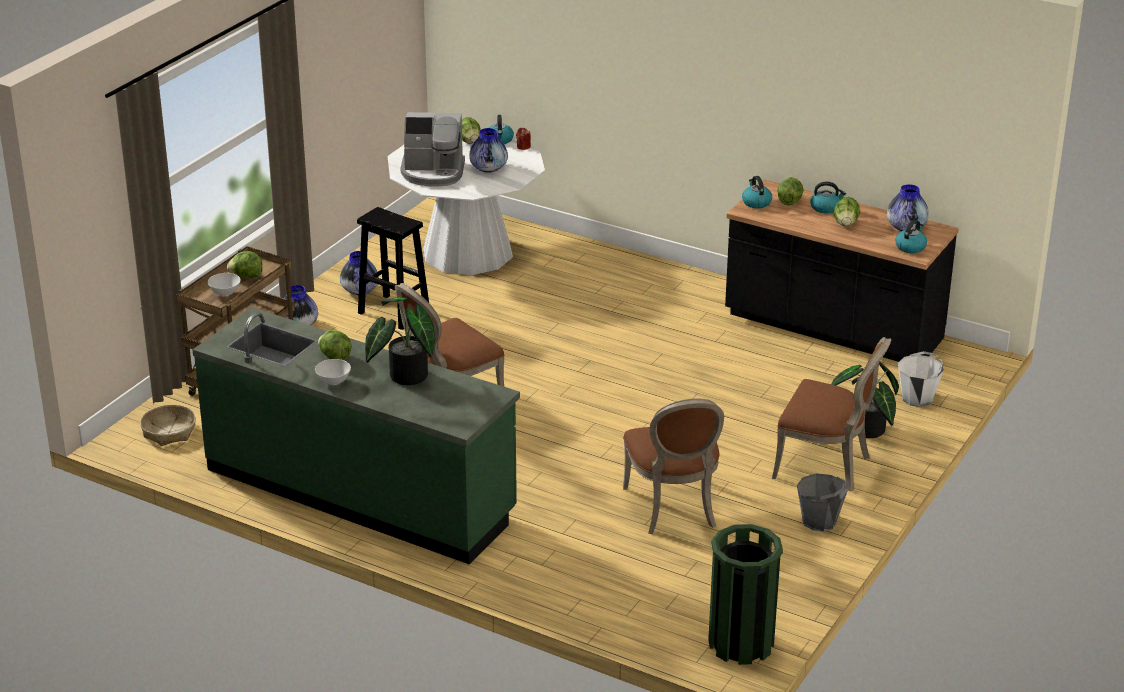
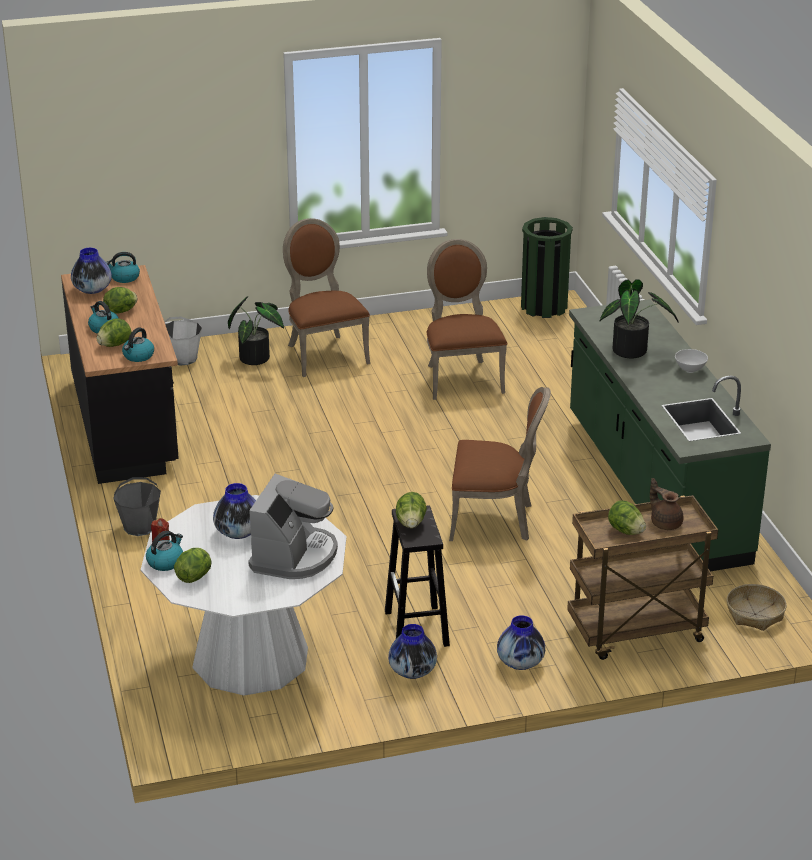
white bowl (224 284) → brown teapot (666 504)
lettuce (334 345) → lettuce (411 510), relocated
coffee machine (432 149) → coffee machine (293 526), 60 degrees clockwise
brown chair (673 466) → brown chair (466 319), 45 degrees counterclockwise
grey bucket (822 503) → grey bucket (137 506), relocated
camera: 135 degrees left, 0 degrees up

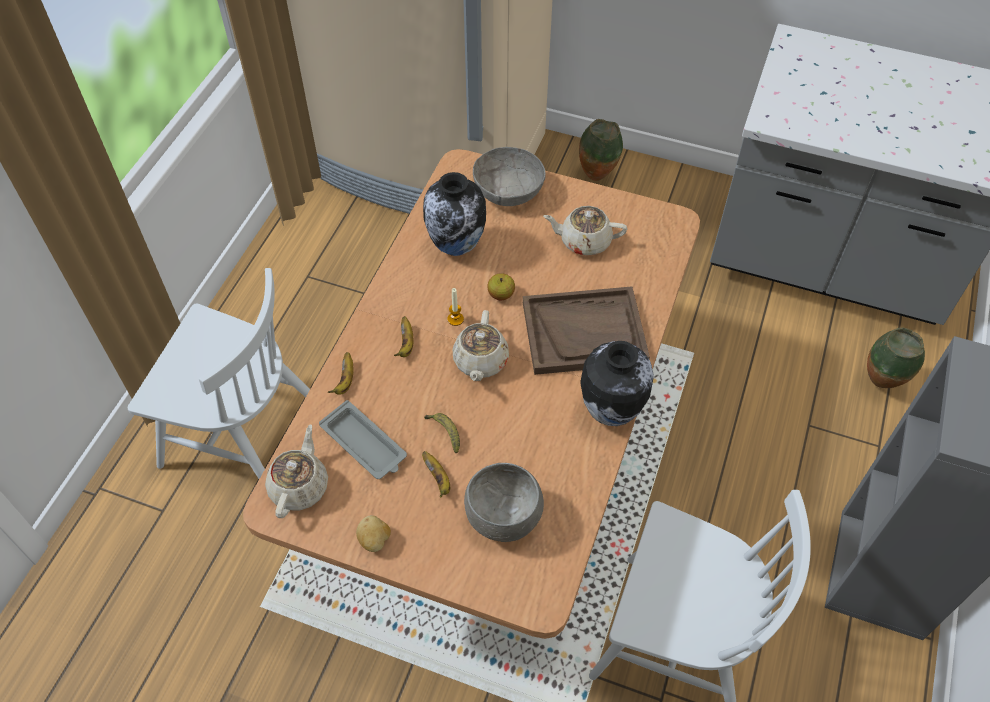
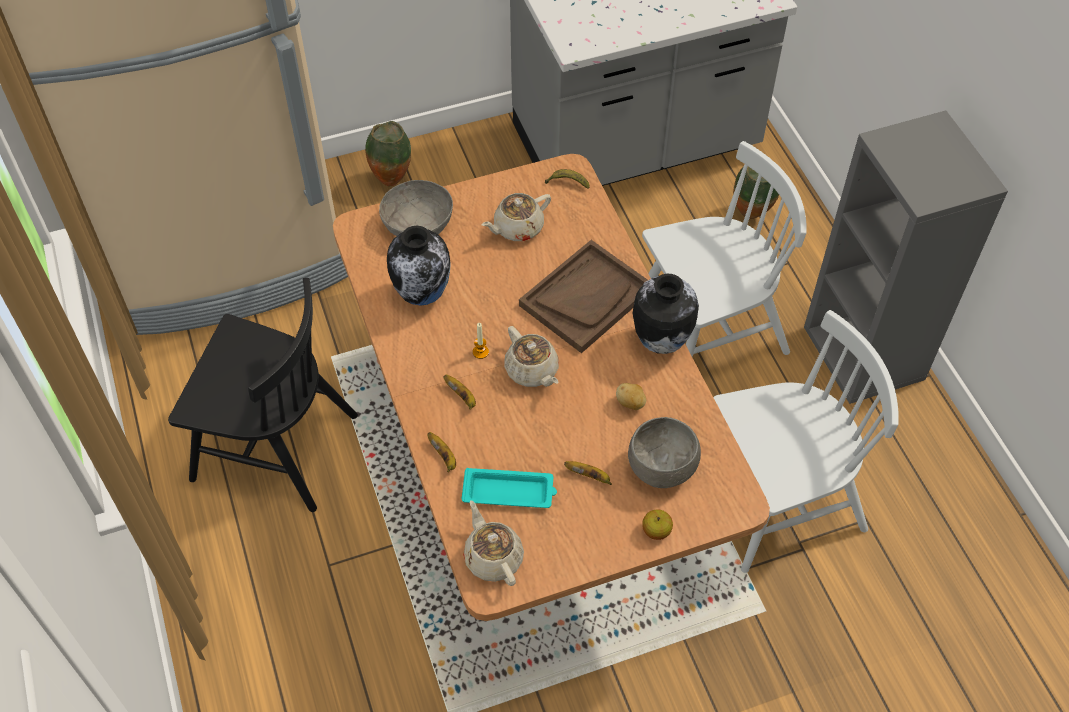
white chair (219 373) → white chair (724 249), relocated
grey tray (363 439) → turquoise tray (509 488)
potato (373 533) → potato (631 396), relocated
banana (442 433) → banana (567 179), relocated
apple (501 286) → apple (657 524), relocated
- → black chair (263 395)
camera: 40 degrees left, 0 degrees up

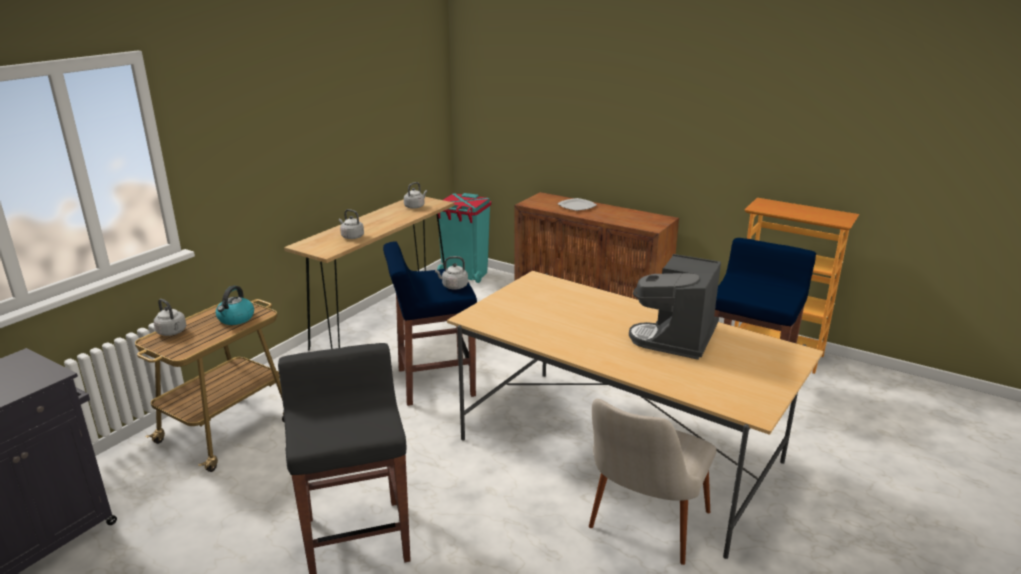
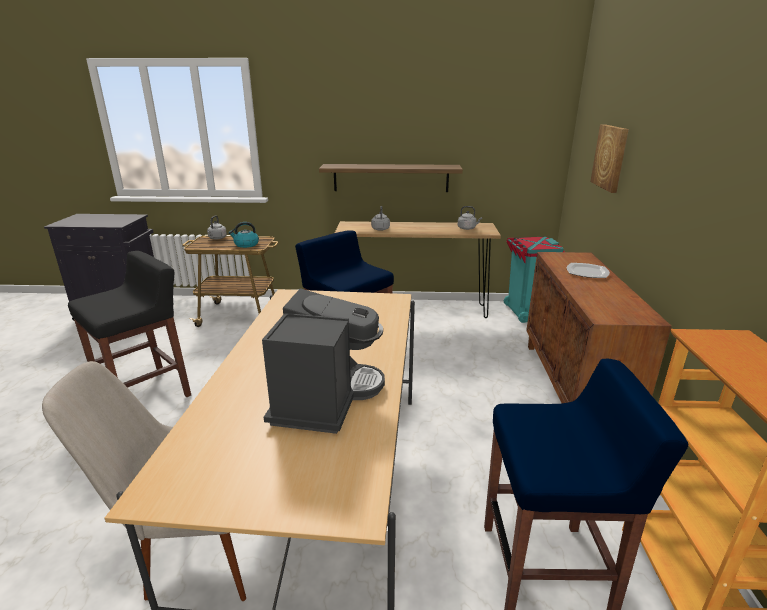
grey kettle (451 273) → -
coffee machine (675 307) → coffee machine (323 361), 105 degrees clockwise
- → shelf (391 178)
- → picture (609 158)
camera: 60 degrees right, 0 degrees up

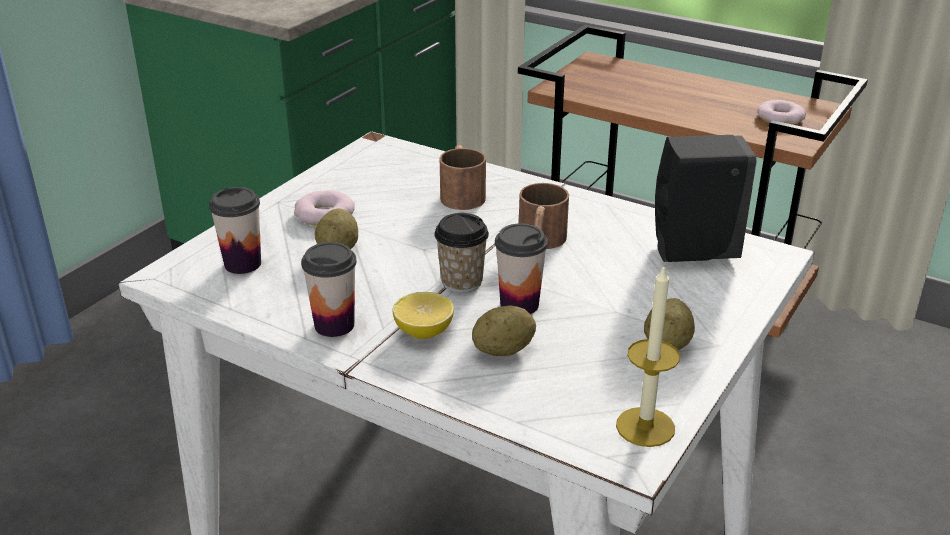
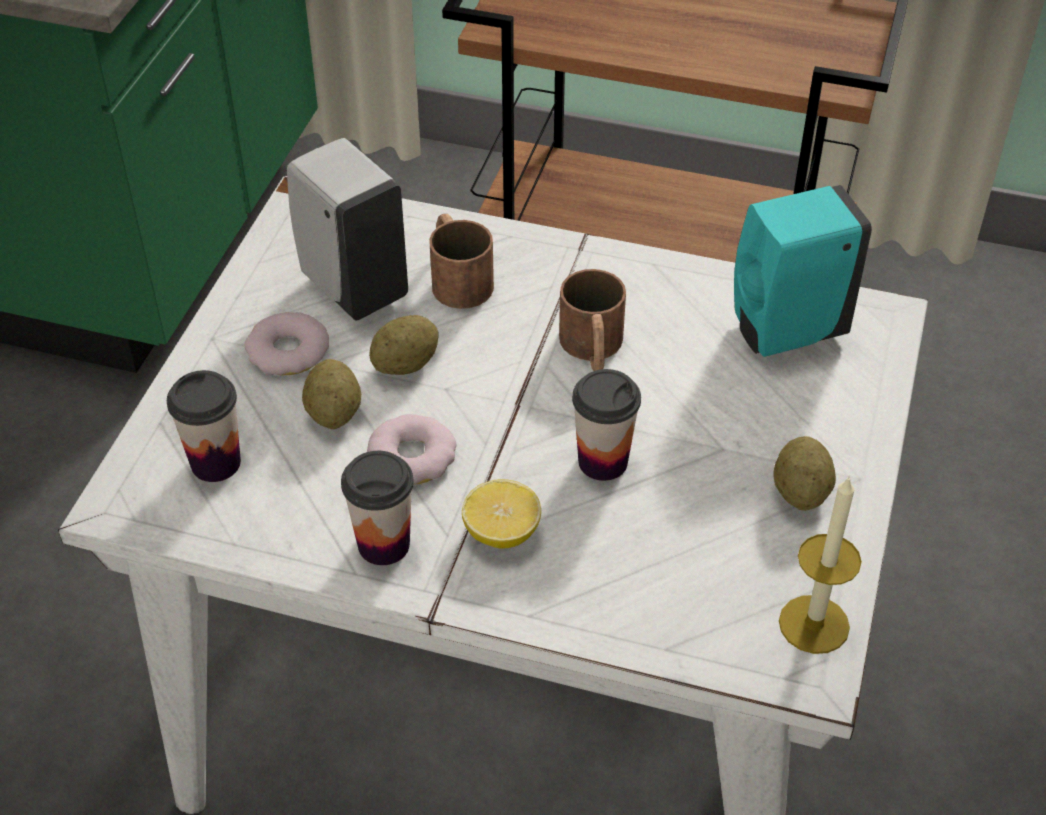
cup (461 253) → -
potato (504 331) → potato (403 345), relocated
black soap dispenser (706 198) → turquoise soap dispenser (803 271)
donut (781 112) → donut (411 449), relocated
- → white soap dispenser (347 229)
camera: 15 degrees left, 15 degrees up

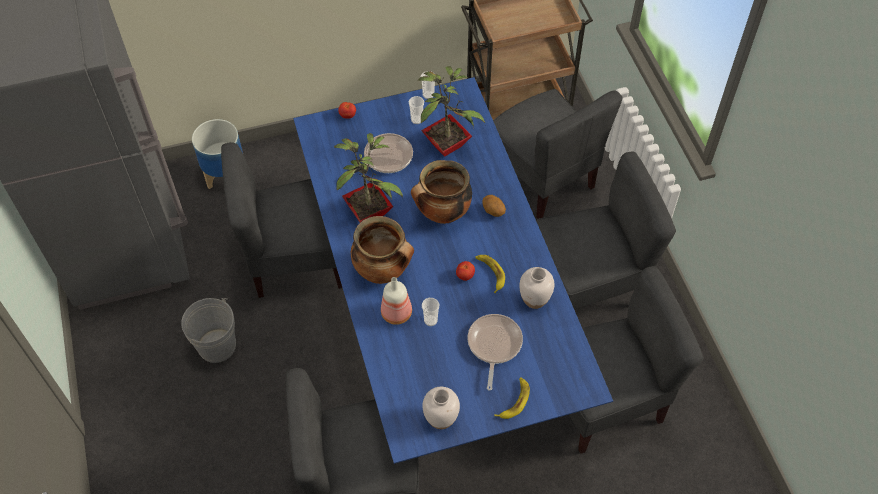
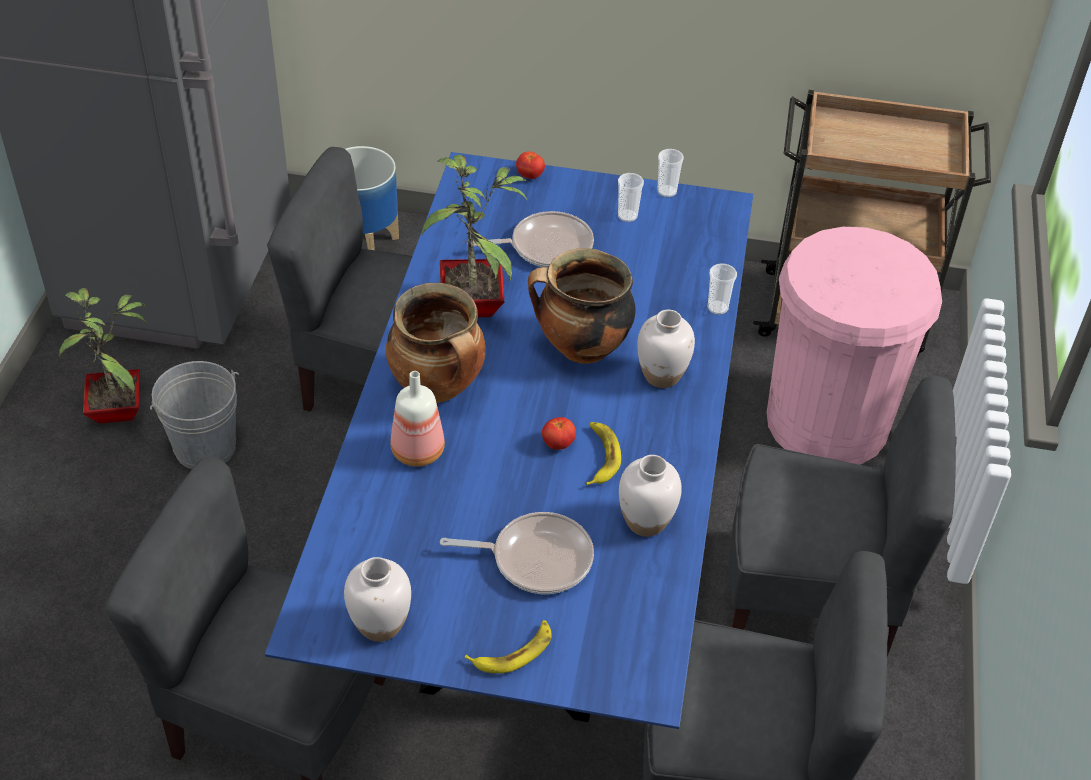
potted plant (451 111) → potted plant (103 356), relocated
cup (430 312) → cup (722 289), relocated
frying pan (495 352) → frying pan (517 553), 60 degrees clockwise
potato (494 206) → white vase (666 349)
grey chair (558 154) → pink trash can (854 346)
camera: 25 degrees right, 10 degrees down

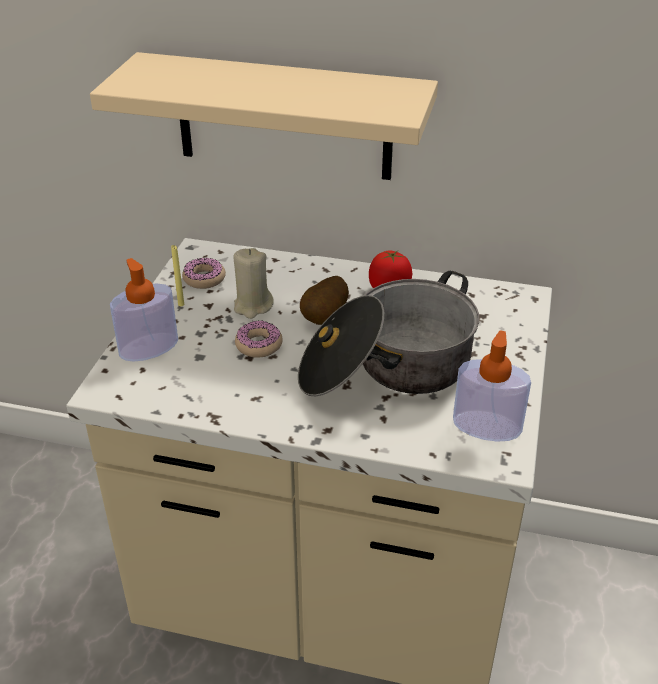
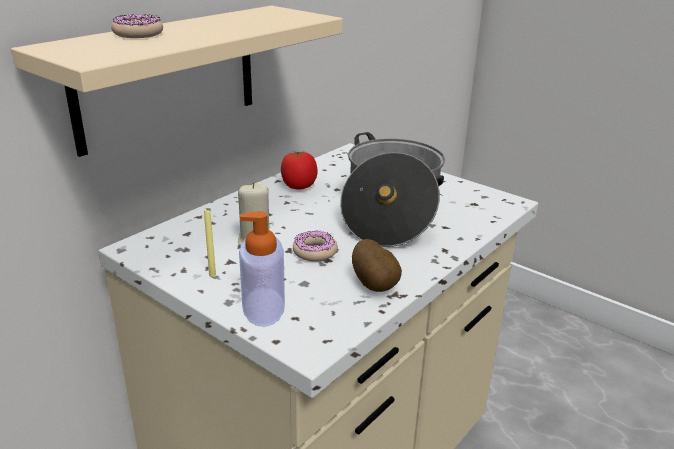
donut (204 273) → donut (137 26), relocated
potato (324 300) → potato (377 265), relocated
soap dispenser (492 386) → -
camera: 65 degrees left, 10 degrees down

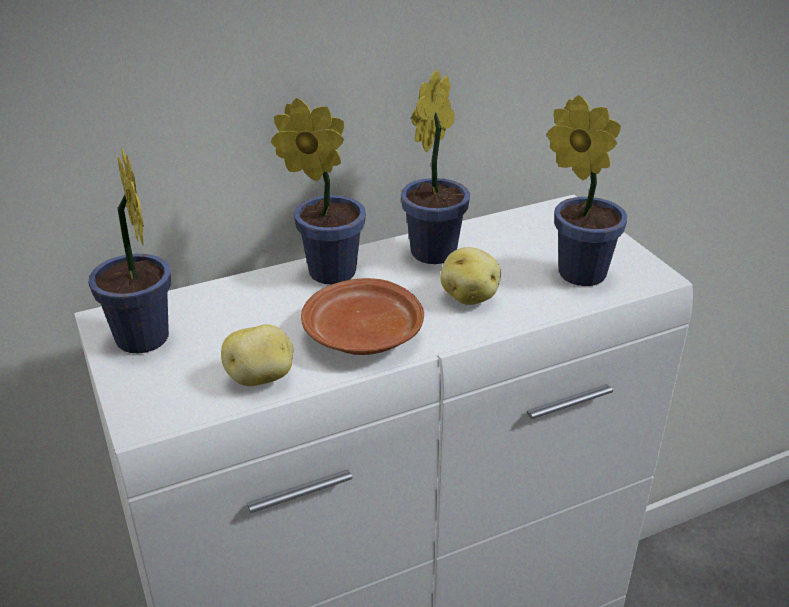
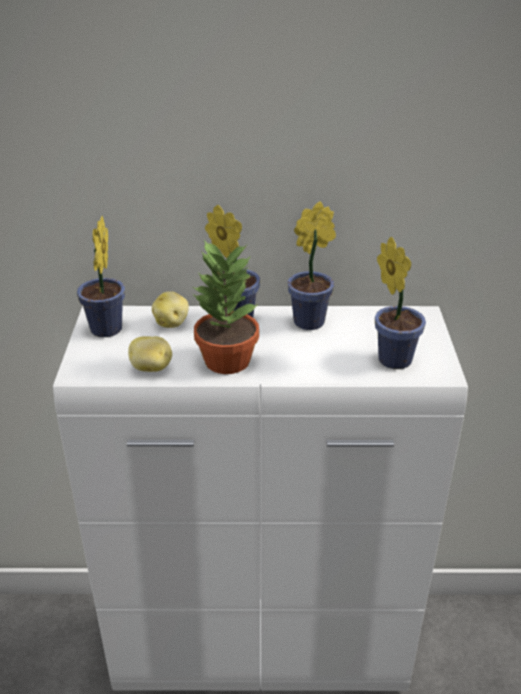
brown plate (362 316) → potted plant (226 307)
potato (470 276) → potato (170 309), relocated
camera: 25 degrees right, 0 degrees up

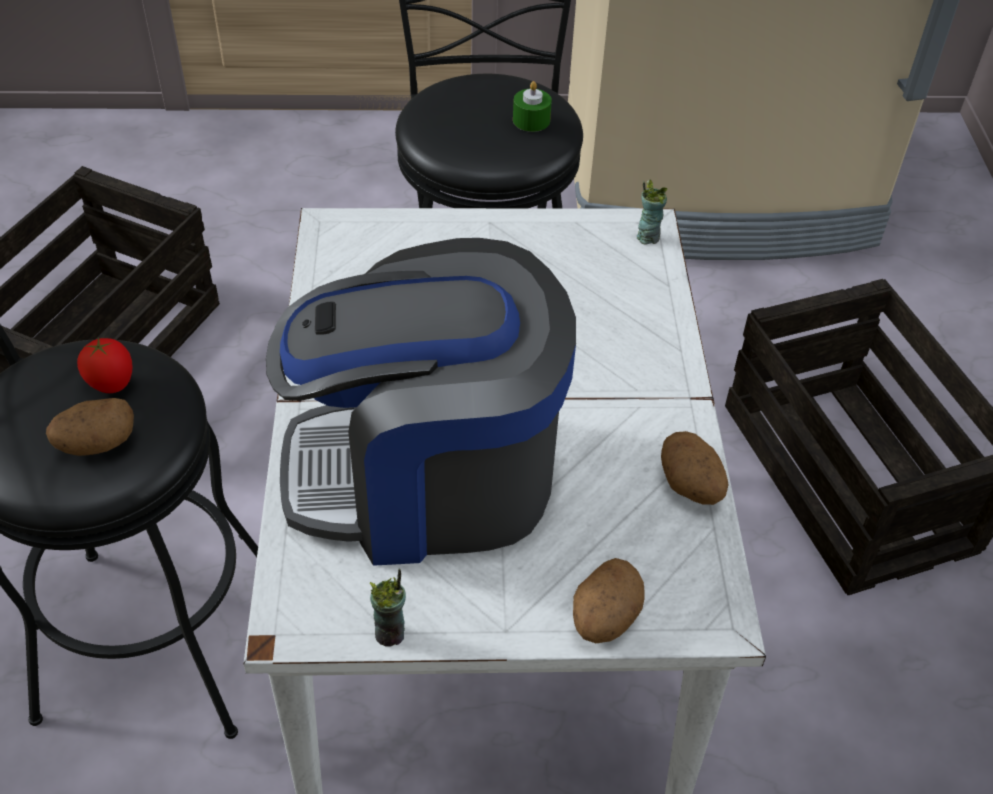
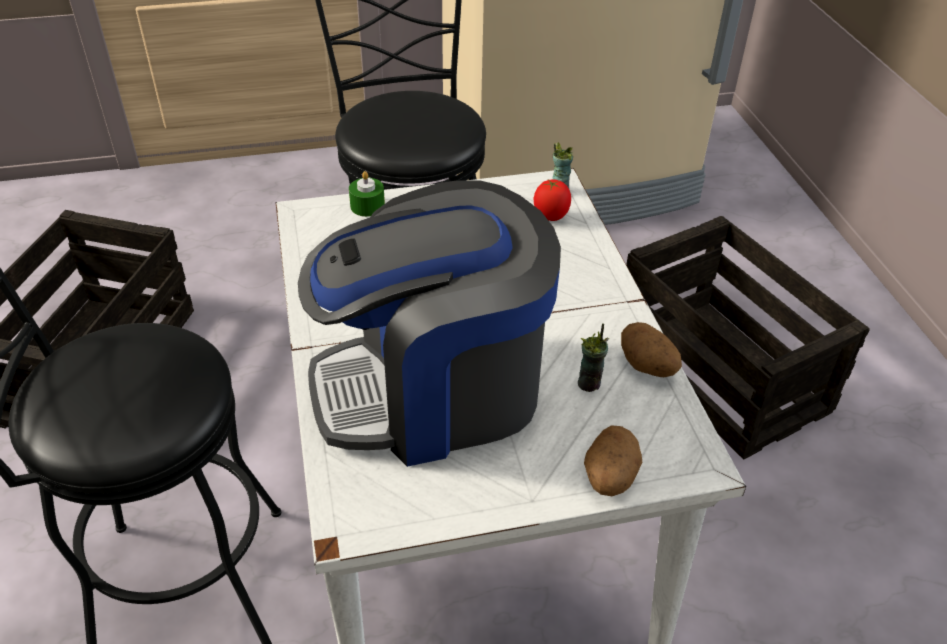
potato (90 427) → -
tomato (104 365) → tomato (552 200), relocated
cup (388 608) → cup (593 357), relocated
green candle (532 106) → green candle (367 194), relocated
camera: 10 degrees left, 5 degrees down

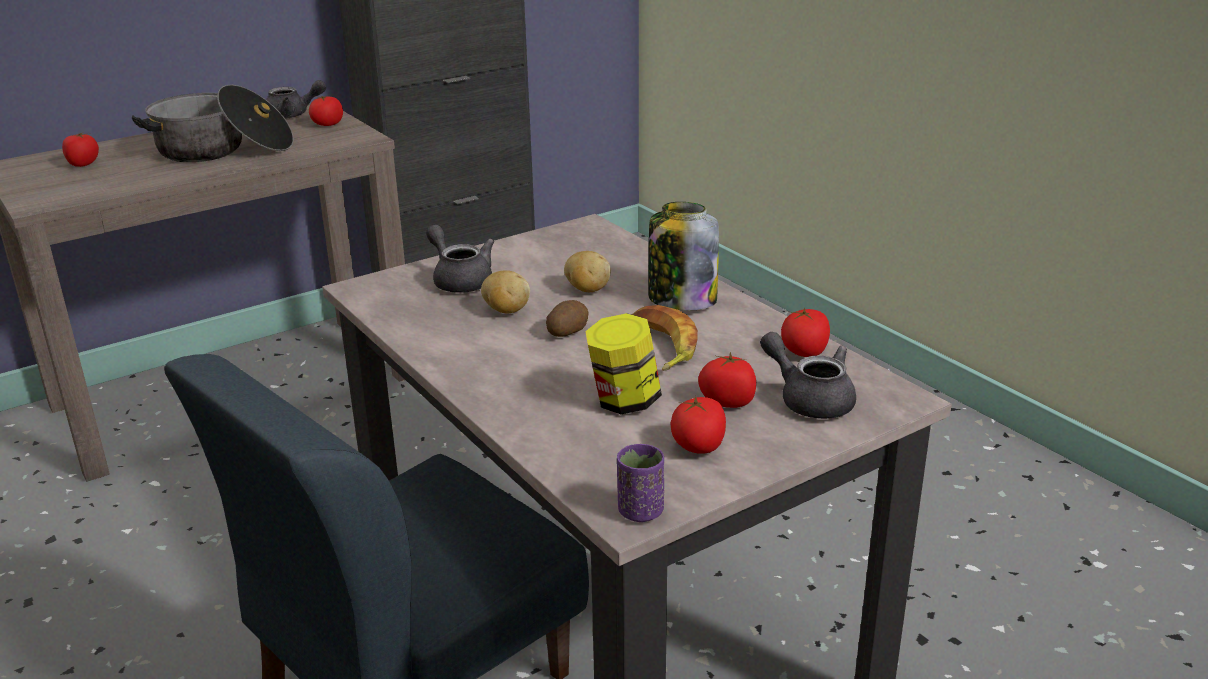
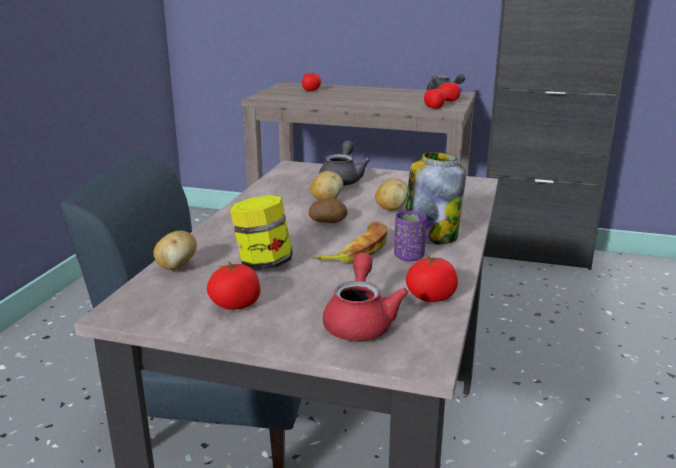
cooking pot (213 123) → -
purple cup (640 483) → purple cup (410 236), relocated
tomato (727 380) → tomato (435 98), relocated
grey teapot (808 375) → red teapot (366 297)
- → potato (175 250)
camera: 50 degrees right, 5 degrees down

